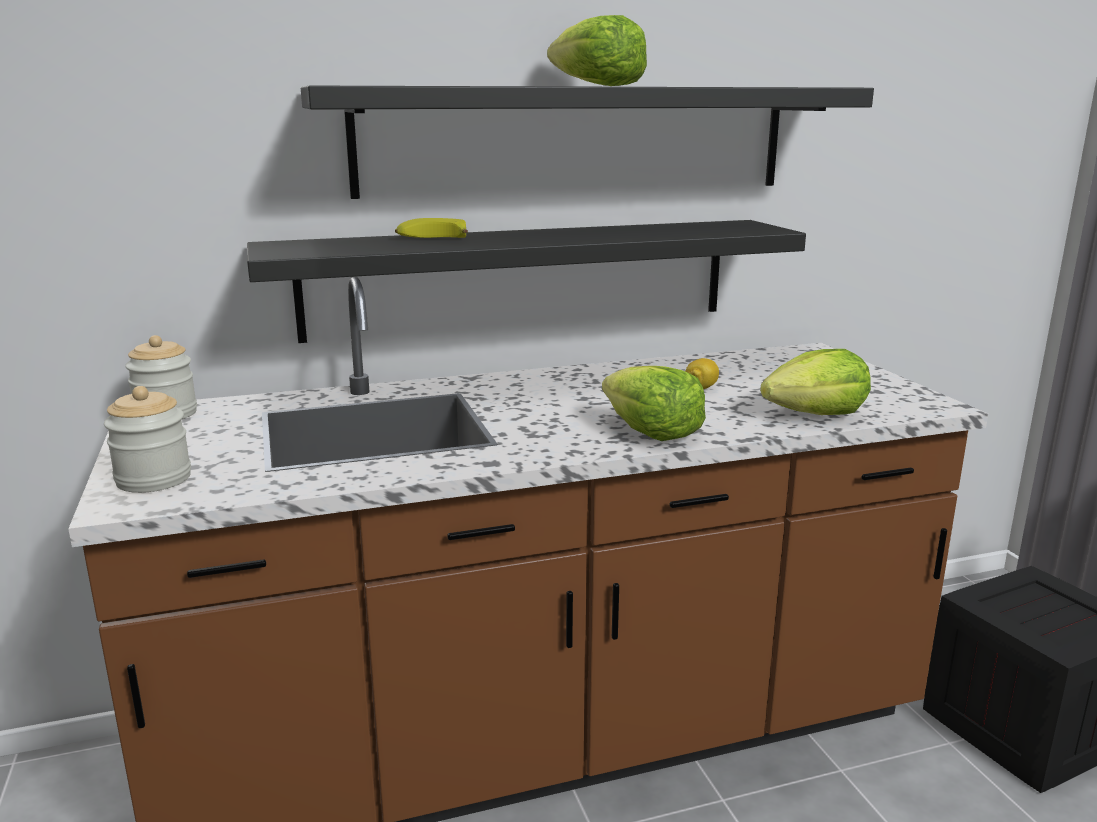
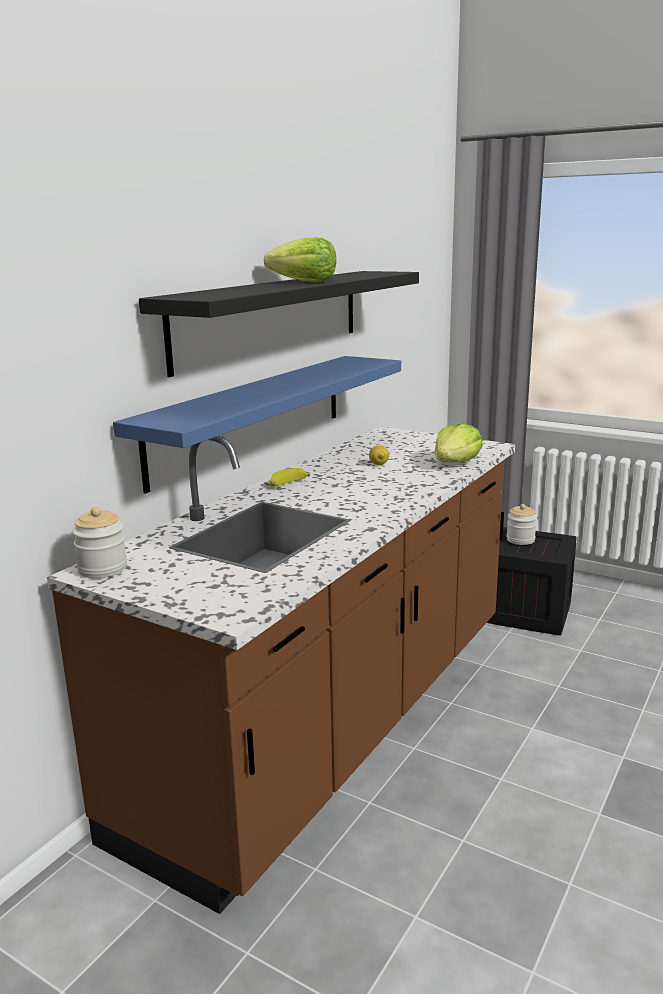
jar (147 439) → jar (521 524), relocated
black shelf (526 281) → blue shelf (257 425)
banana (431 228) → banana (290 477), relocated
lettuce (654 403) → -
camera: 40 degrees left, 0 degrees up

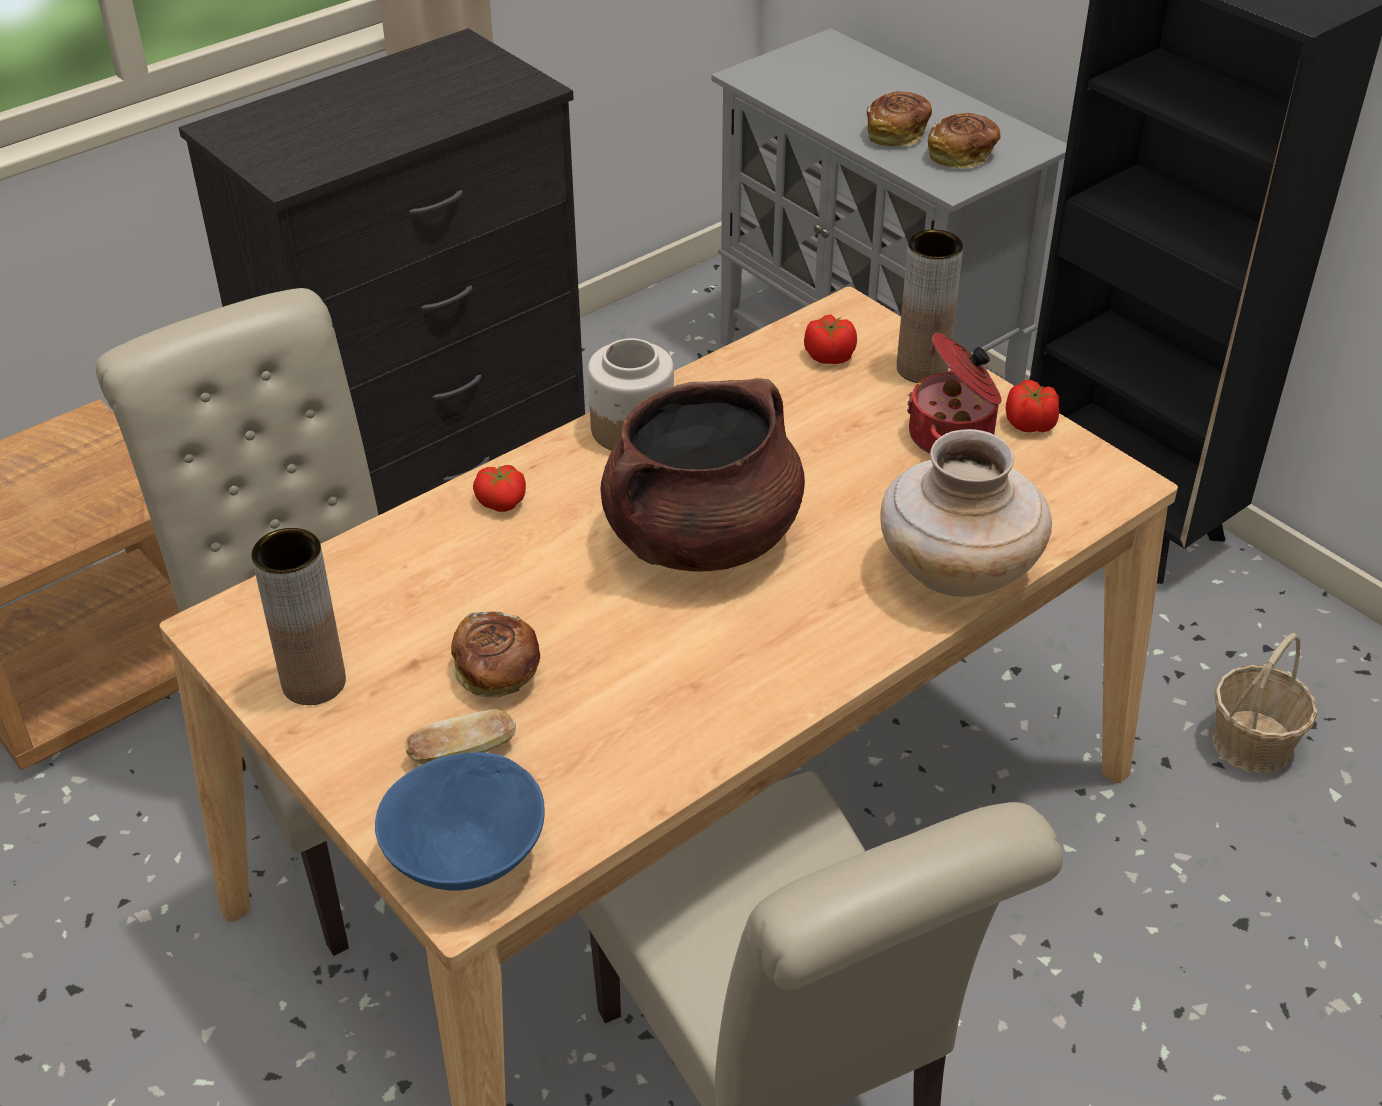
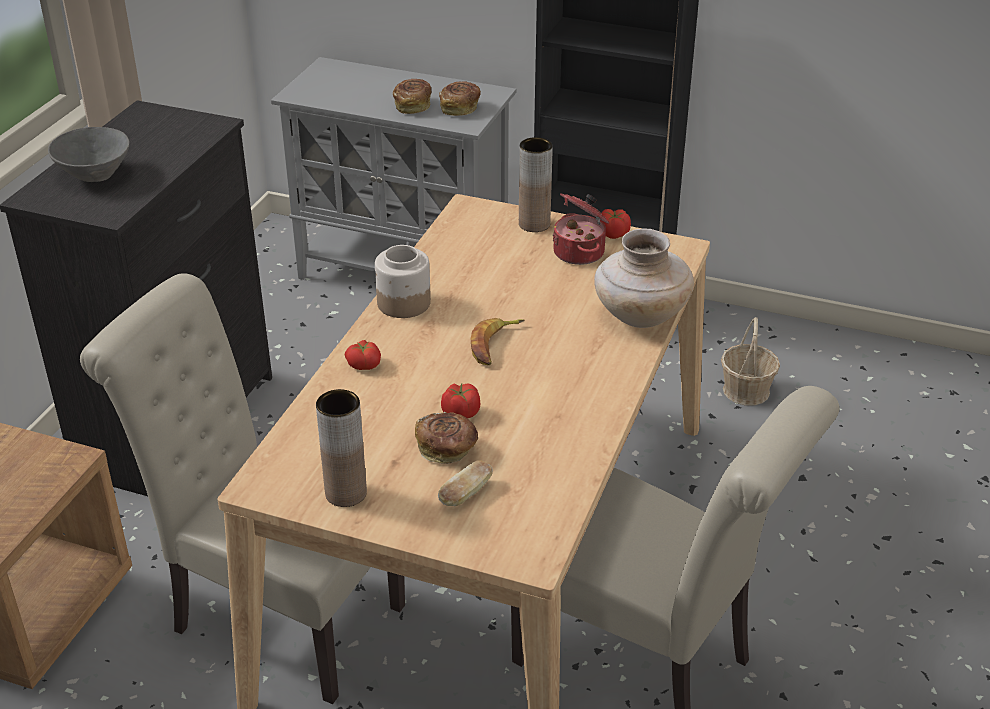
blue bowl (460 821) → -
brown cooking pot (703 474) → banana (497 341)
tomato (830 339) → tomato (460 401), relocated
- → grey bowl (88 154)
camera: 30 degrees left, 5 degrees down

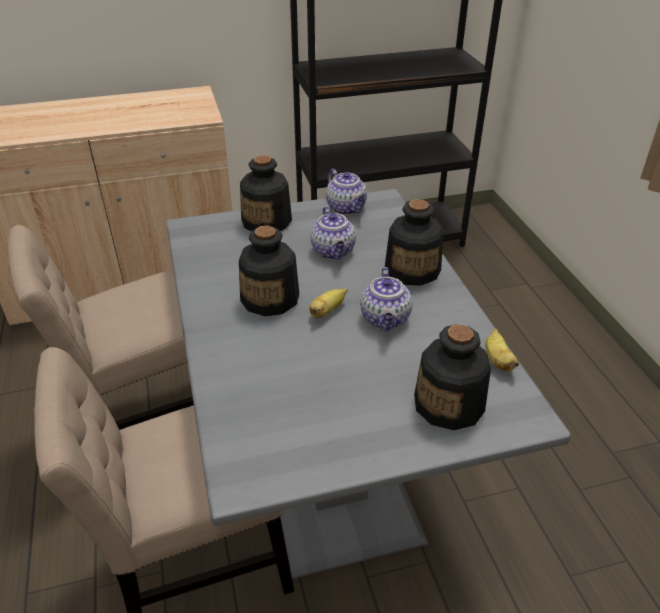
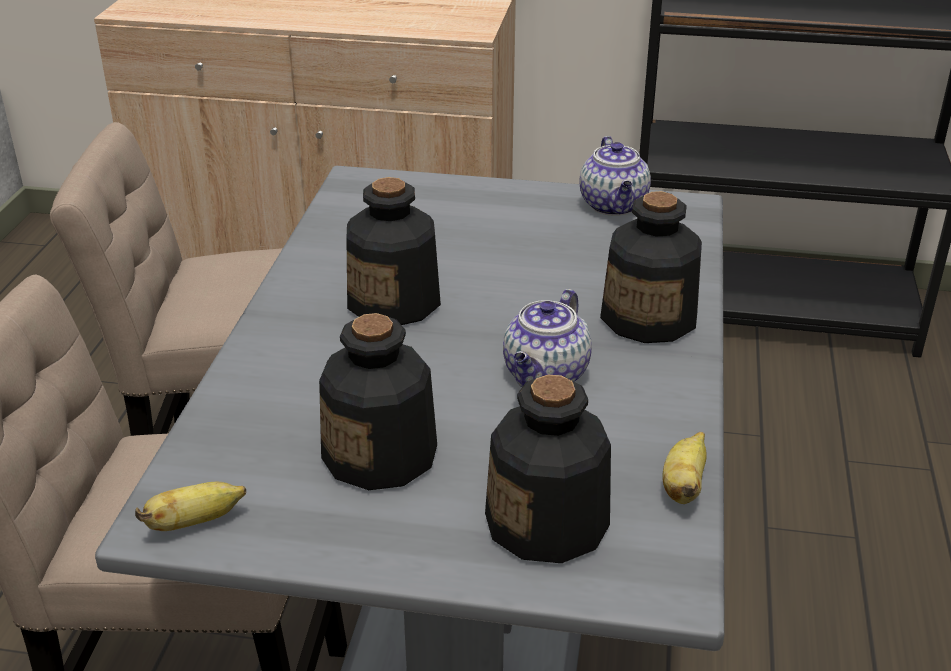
bottle (266 193) → bottle (378 401), relocated
banana (328 303) → banana (190 506), relocated
teapot (333 232) → -
camera: 25 degrees right, 5 degrees down

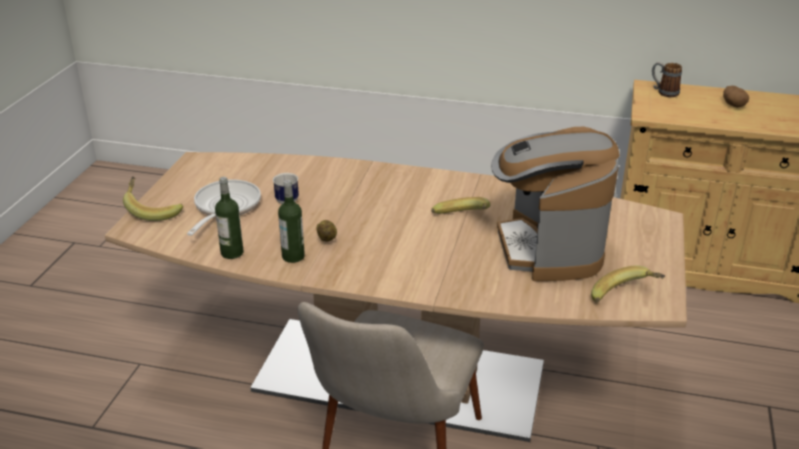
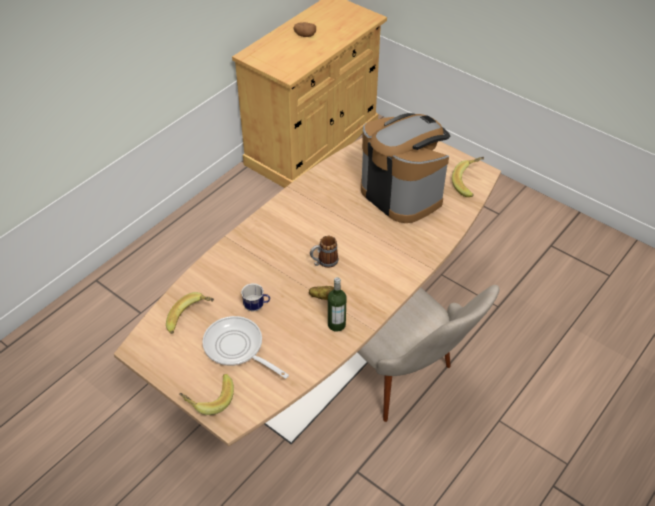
bottle (229 218) → -
banana (460 205) → banana (190 313), relocated
coffee machine (555 204) → coffee machine (405 168), 150 degrees counterclockwise
mug (667 79) → mug (324 251), relocated
camera: 65 degrees left, 15 degrees up

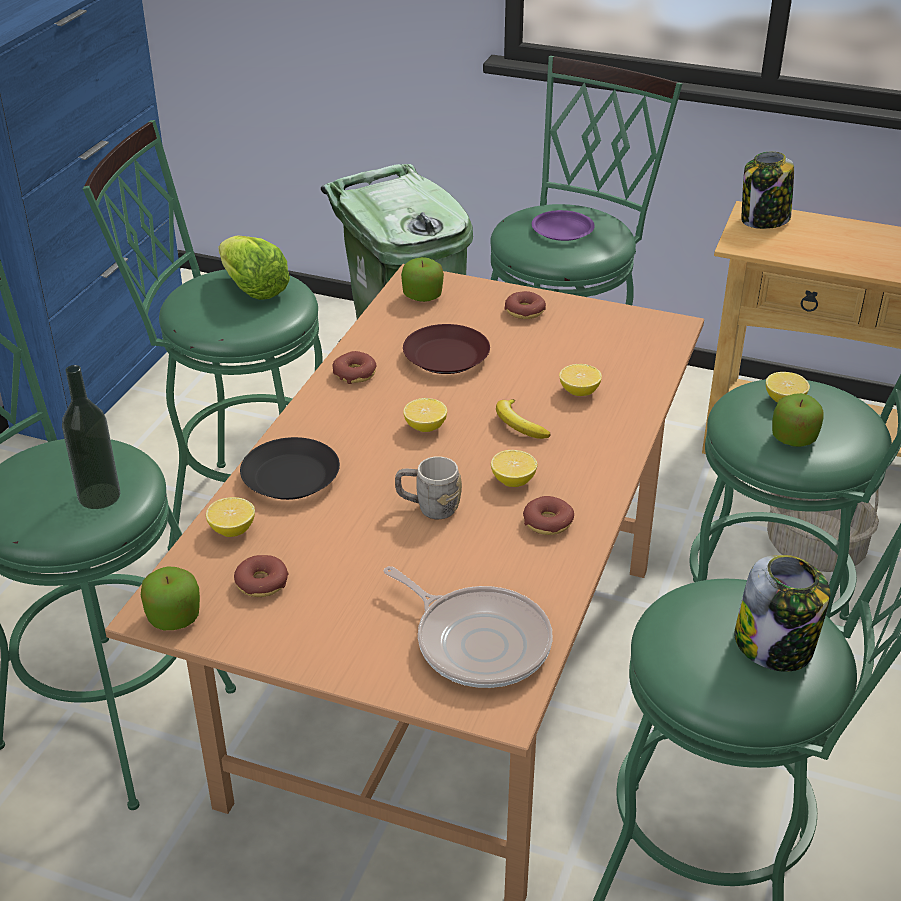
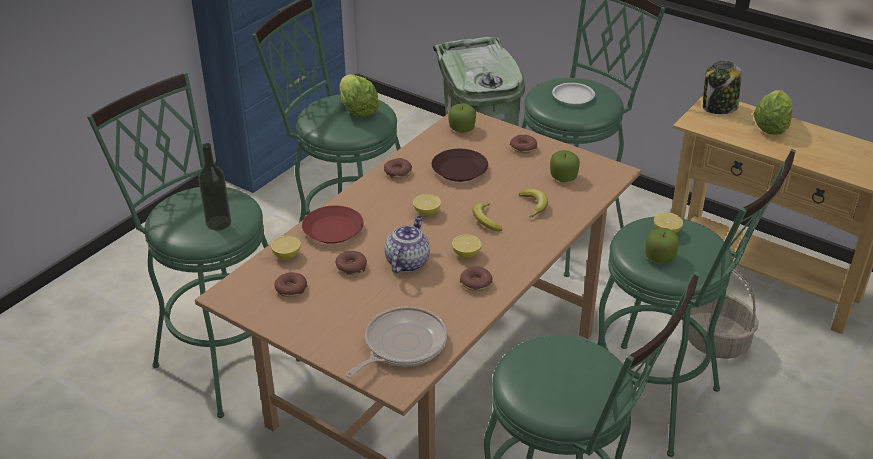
apple (170 598) → apple (565 166), relocated
black plate (290 468) → red plate (333 225)
frying pan (468 627) → frying pan (396 342), 105 degrees counterclockwise
grey mug (428 487) → teapot (407 244)
purple plate (563 225) → white plate (573 93)
lemon (580 380) → banana (533 203)
jar (783 613) → -
- → donut (351 263)
- → lettuce (772 112)
camera: 15 degrees right, 0 degrees up

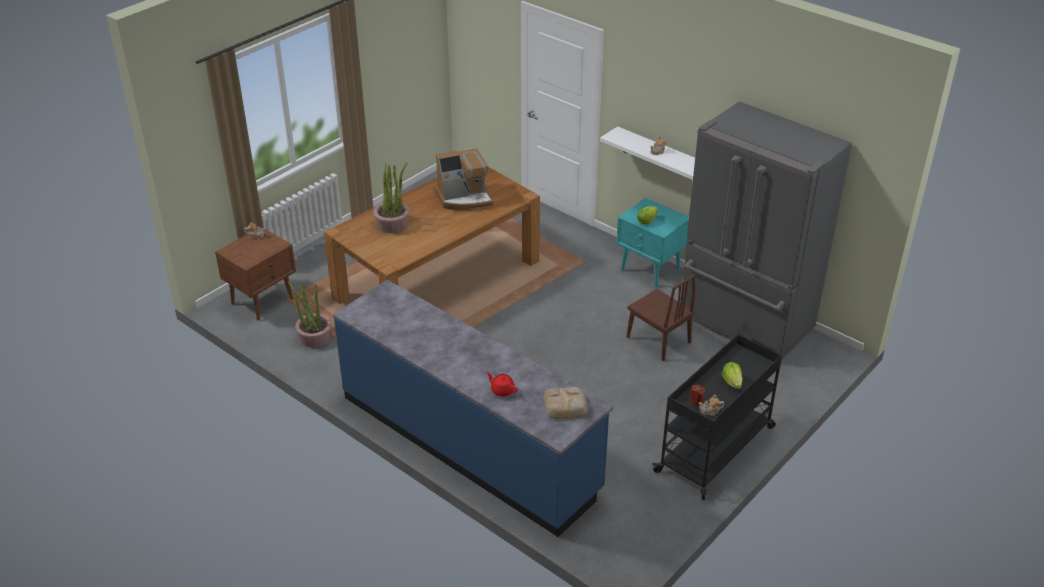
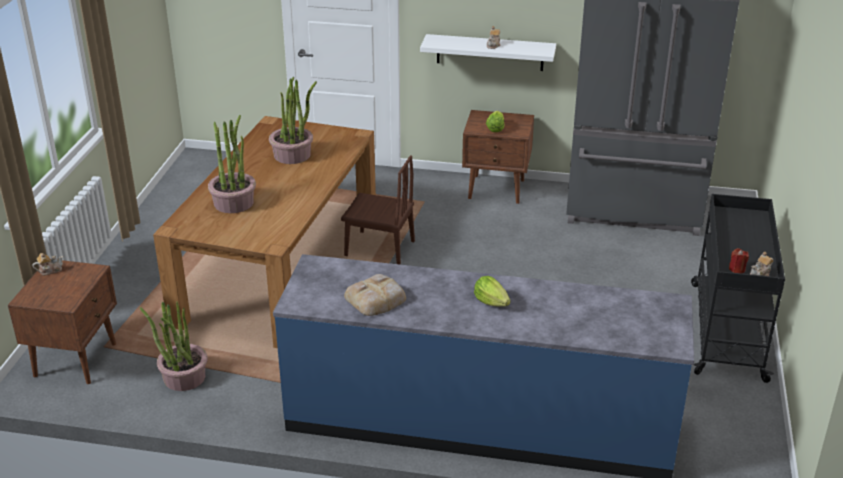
coffee machine (464 179) → potted plant (293 120)
red teapot (502 384) → -
bread (565 403) → bread (375 295), relocated
turquoise nightstand (652 243) → brown nightstand (498 157)
brown chair (661 318) → brown chair (378 210), relocated
lettuce (732 375) → lettuce (492 291), relocated
camera: 30 degrees left, 5 degrees down

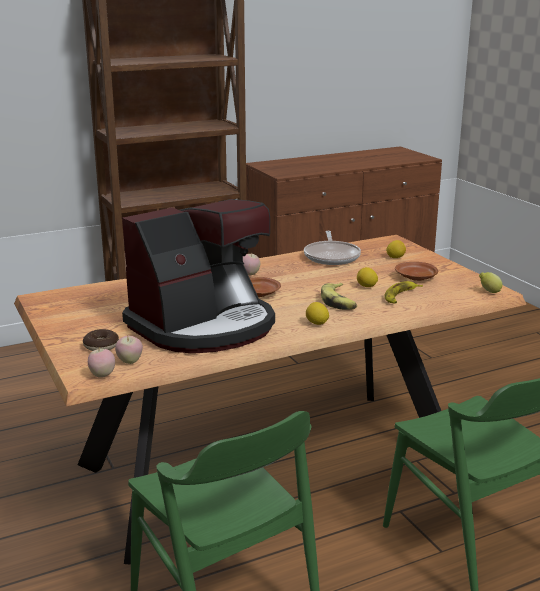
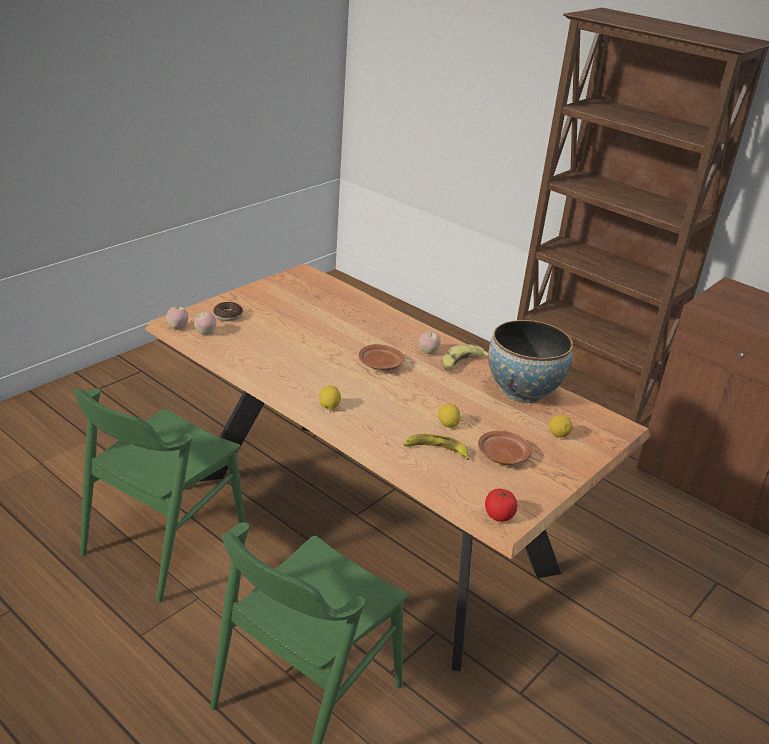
coffee machine (198 276) → -
frying pan (332 248) → bowl (530 361)
banana (339 296) → banana (465 357), relocated
lemon (490 282) → tomato (501 505)
camera: 65 degrees right, 10 degrees up

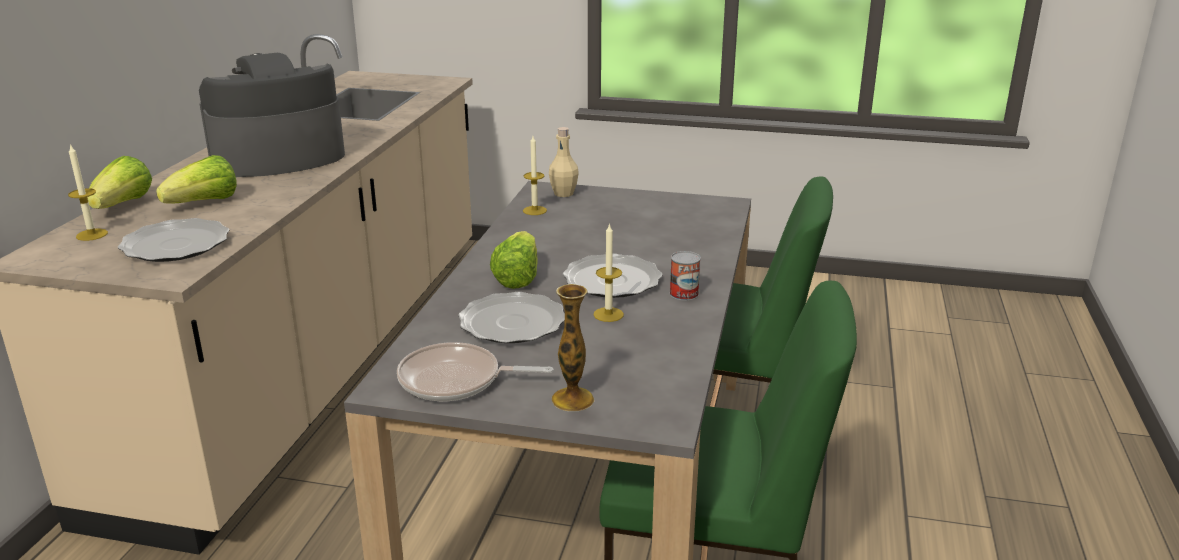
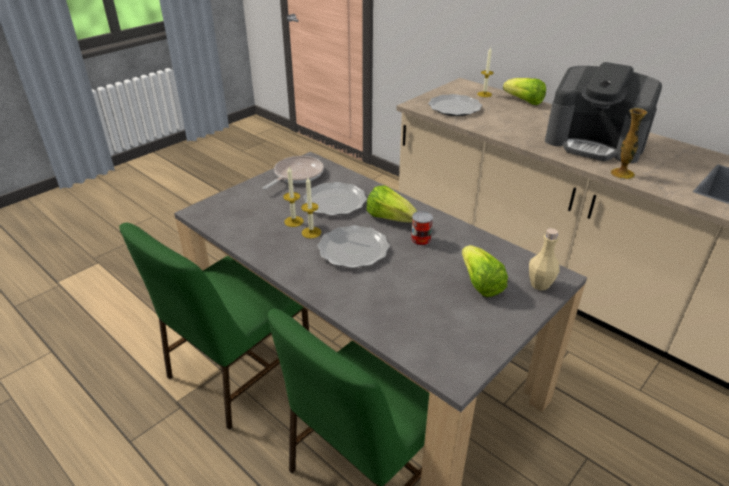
lettuce (196 179) → lettuce (485 271), relocated
coffee machine (272 115) → coffee machine (603 112), 120 degrees clockwise
candle (535 175) → candle (293 197), relocated
vase (573 347) → vase (629 143), relocated
can (685 276) → can (422 228), relocated
camera: 120 degrees right, 10 degrees up

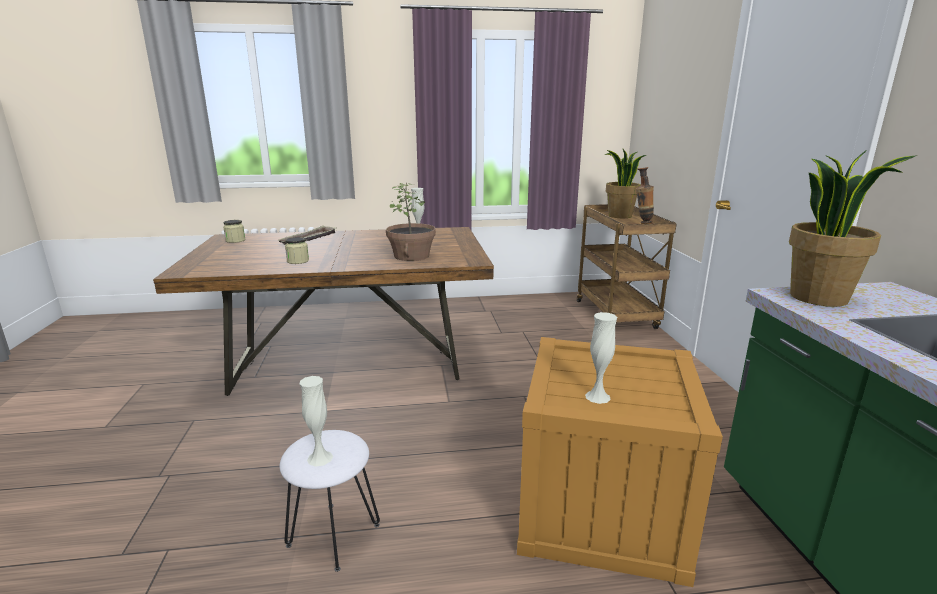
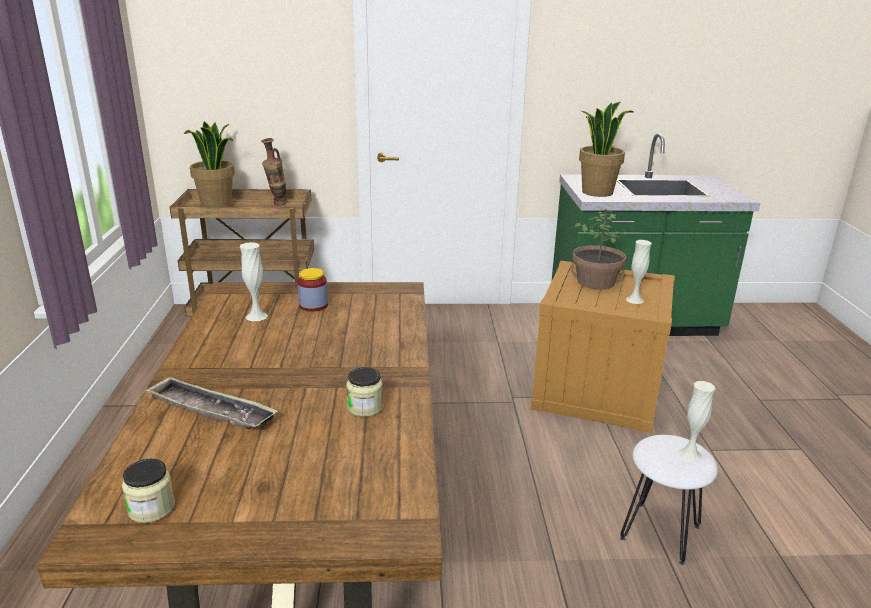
potted plant (411 221) → potted plant (598 249), relocated
- → jar (313 290)
camera: 85 degrees left, 5 degrees up

